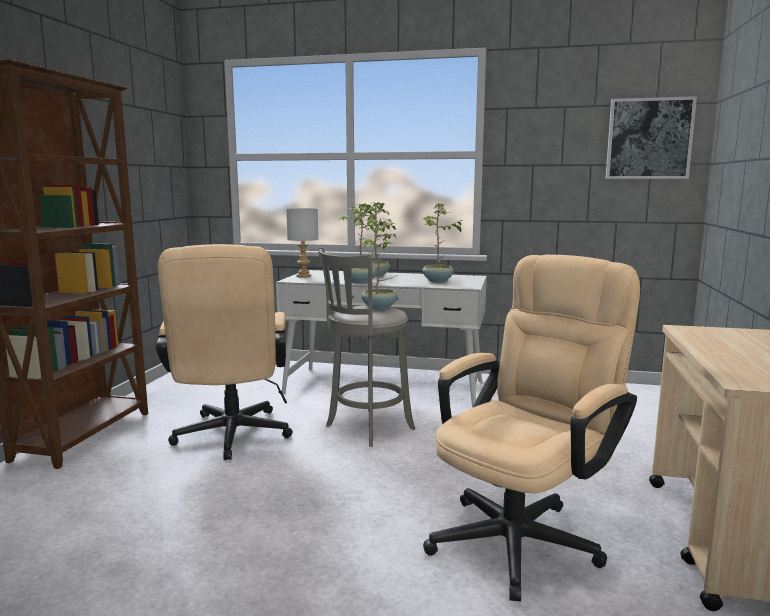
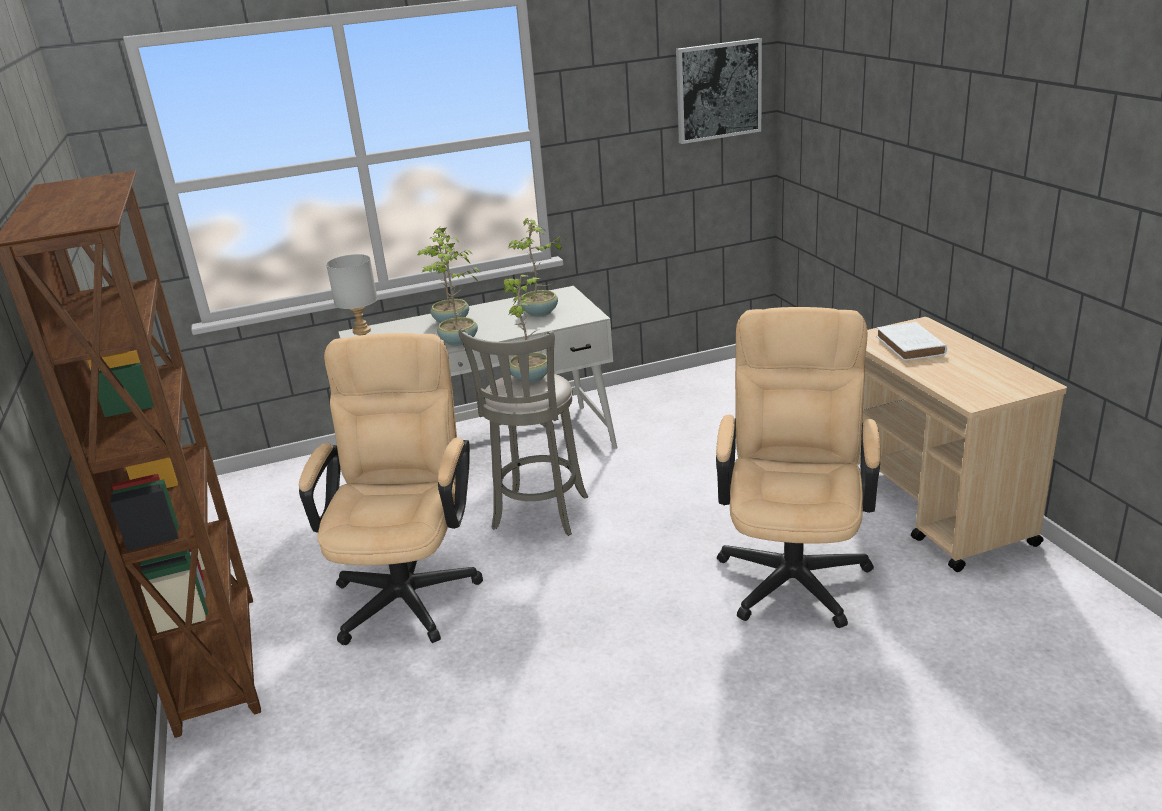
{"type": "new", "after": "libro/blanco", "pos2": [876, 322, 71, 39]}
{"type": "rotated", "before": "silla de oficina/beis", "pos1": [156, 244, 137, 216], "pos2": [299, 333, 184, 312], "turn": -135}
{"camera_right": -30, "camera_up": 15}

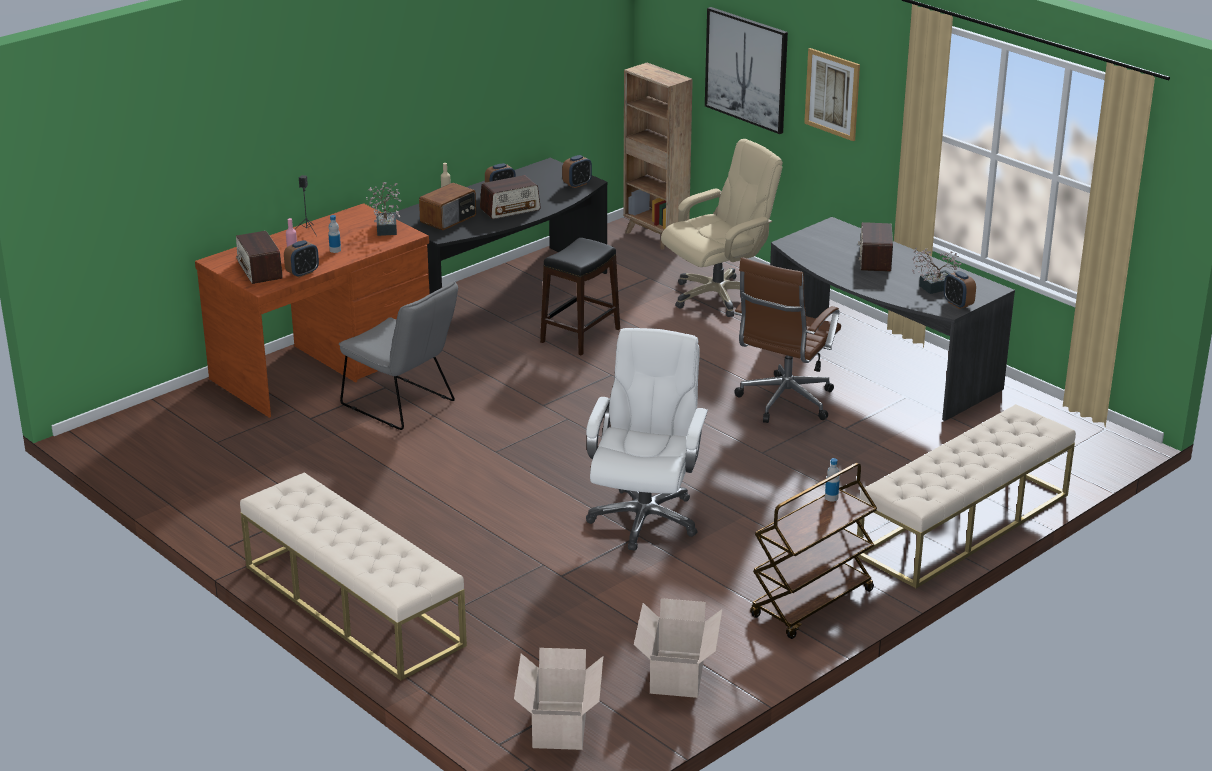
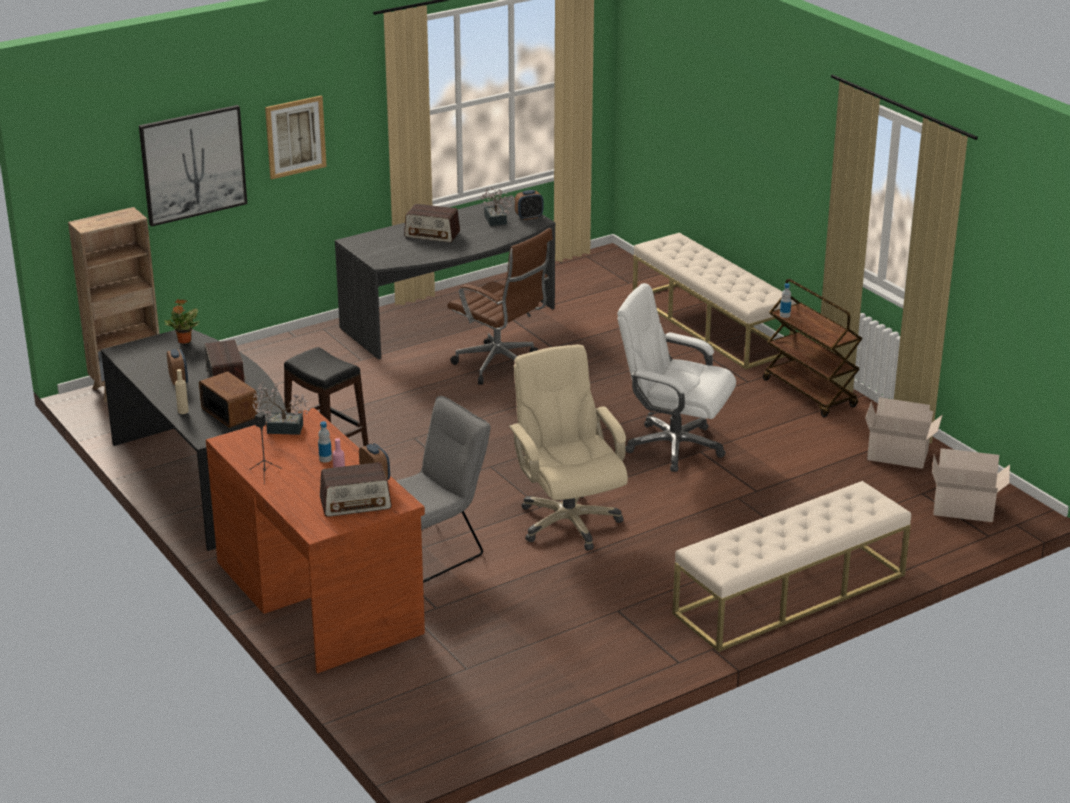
{"type": "shifted", "before": "silla de oficina/beis", "pos1": [661, 139, 122, 178], "pos2": [509, 344, 119, 206]}
{"type": "swapped", "before": "despertador", "after": "planta en maceta", "pos1": [562, 155, 30, 33], "pos2": [164, 299, 35, 45]}
{"camera_right": -80, "camera_up": 0}

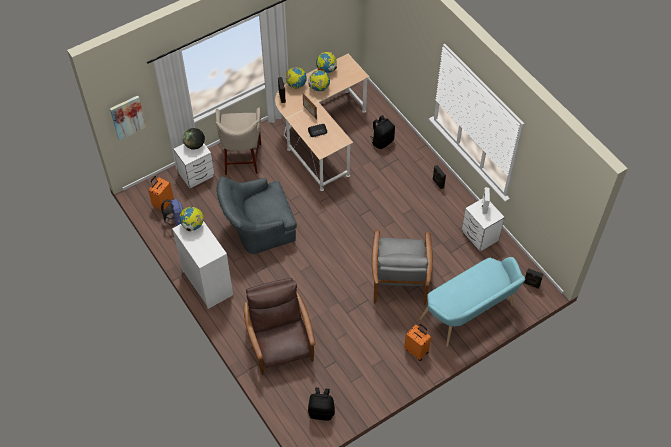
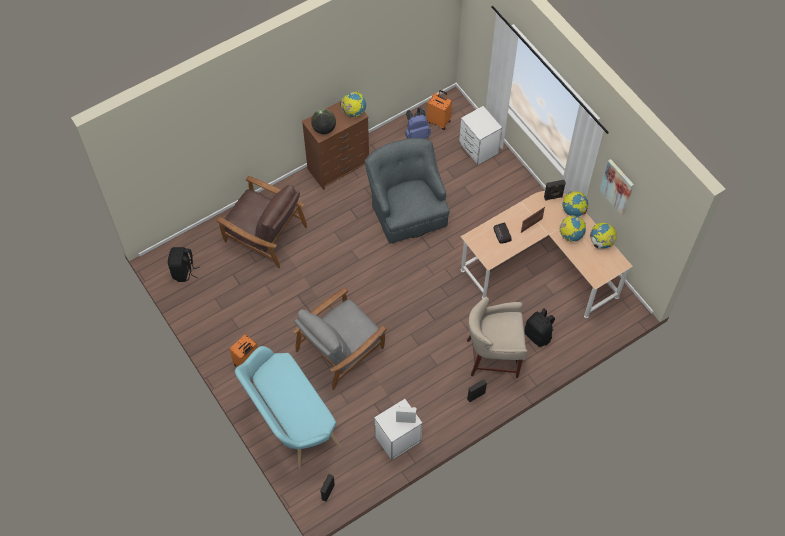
{"type": "shifted", "before": "cuadro", "pos1": [110, 96, 36, 44], "pos2": [600, 159, 34, 56]}
{"type": "shifted", "before": "globo terráqueo", "pos1": [183, 128, 22, 22], "pos2": [311, 109, 25, 25]}
{"type": "shifted", "before": "taburete/beis", "pos1": [216, 107, 45, 68], "pos2": [467, 297, 61, 81]}
{"type": "repainted", "before": "cómoda/blanco", "after": "cómoda/marrón", "pos1": [172, 221, 61, 88], "pos2": [302, 100, 67, 90]}
{"type": "rotated", "before": "sillón/marrón", "pos1": [244, 278, 72, 97], "pos2": [216, 176, 91, 92], "turn": 45}
{"type": "rotated", "before": "sillón/gris", "pos1": [372, 230, 61, 75], "pos2": [293, 288, 94, 102], "turn": -45}
{"camera_right": 90, "camera_up": 5}

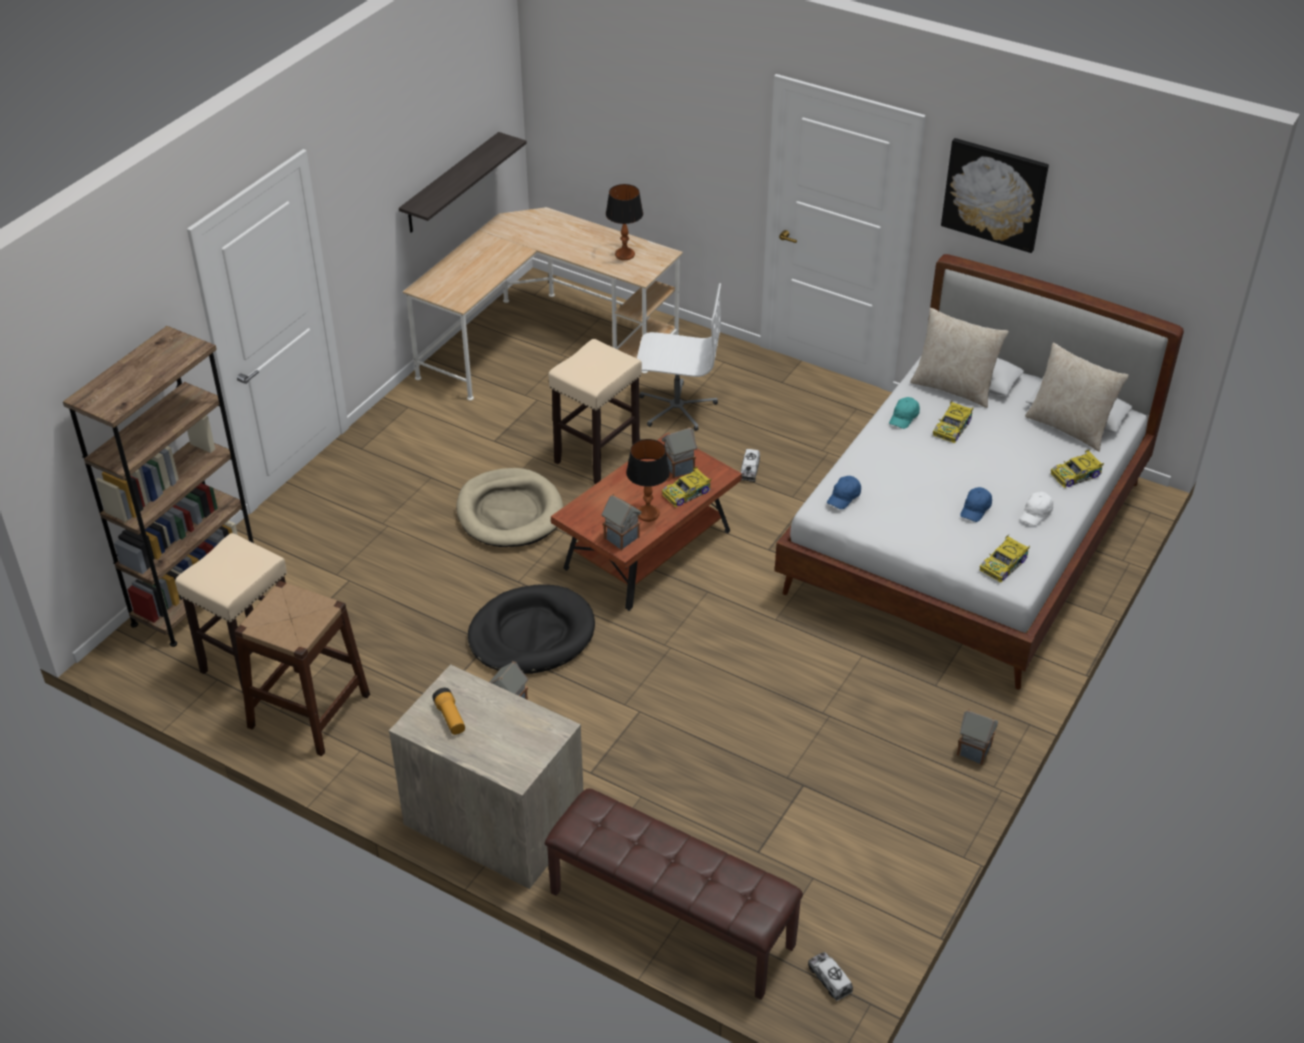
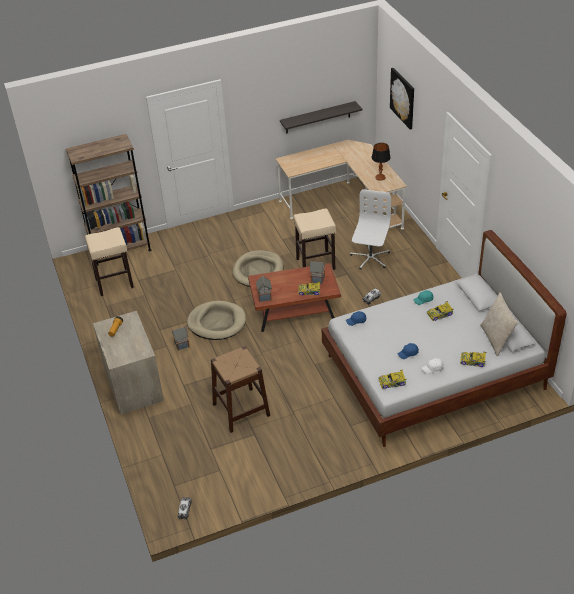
{"type": "gone", "before": "banco/marrón", "pos1": [544, 788, 259, 212]}
{"type": "gone", "before": "lámpara de mesa", "pos1": [626, 439, 44, 83]}
{"type": "gone", "before": "cojín/beis", "pos1": [910, 308, 99, 100]}
{"type": "gone", "before": "casita", "pos1": [957, 709, 42, 56]}
{"type": "shifted", "before": "taburete/marrón", "pos1": [235, 581, 135, 175], "pos2": [211, 346, 59, 87]}
{"type": "shifted", "before": "cuadro", "pos1": [941, 138, 108, 115], "pos2": [390, 68, 24, 61]}
{"type": "repainted", "before": "cama para perro/negro", "after": "cama para perro/beis", "pos1": [468, 584, 127, 90], "pos2": [187, 301, 59, 39]}
{"type": "rotated", "before": "silla de oficina/blanco", "pos1": [637, 283, 84, 148], "pos2": [350, 189, 41, 81], "turn": -120}
{"camera_right": 40, "camera_up": 0}

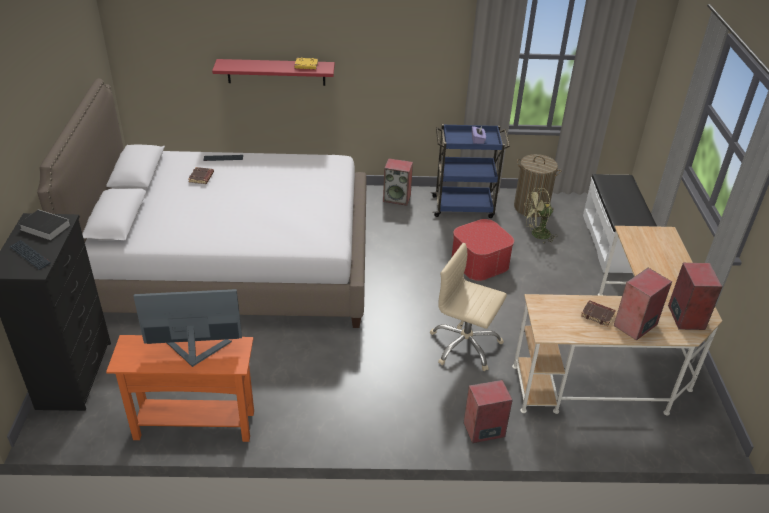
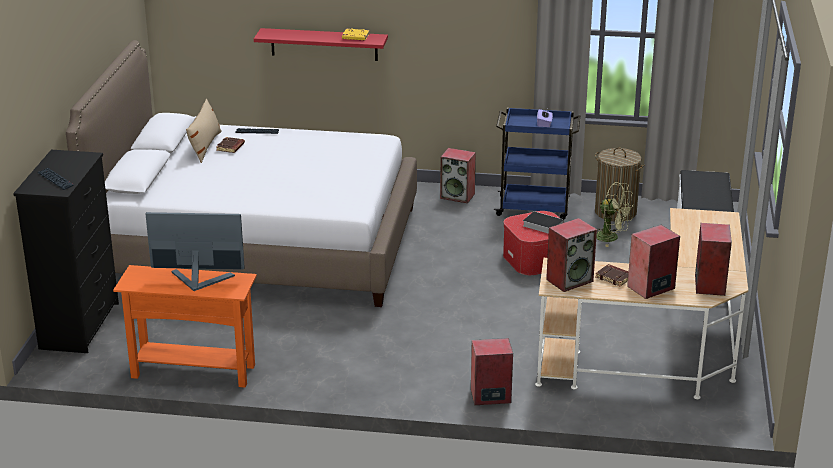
{"type": "gone", "before": "silla de oficina/beis", "pos1": [430, 242, 77, 129]}
{"type": "new", "after": "cojín/beis", "pos2": [186, 99, 36, 64]}
{"type": "new", "after": "altavoz", "pos2": [546, 218, 51, 74]}
{"type": "shifted", "before": "libro", "pos1": [19, 209, 51, 31], "pos2": [523, 211, 41, 23]}
{"type": "rotated", "before": "ventilador/verde", "pos1": [523, 188, 33, 56], "pos2": [596, 182, 37, 65], "turn": -150}
{"camera_right": 10, "camera_up": -10}

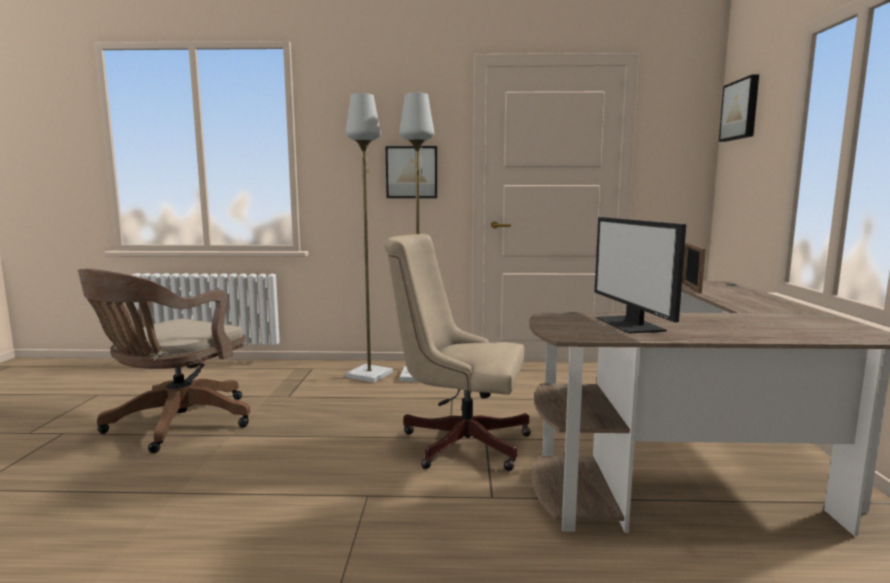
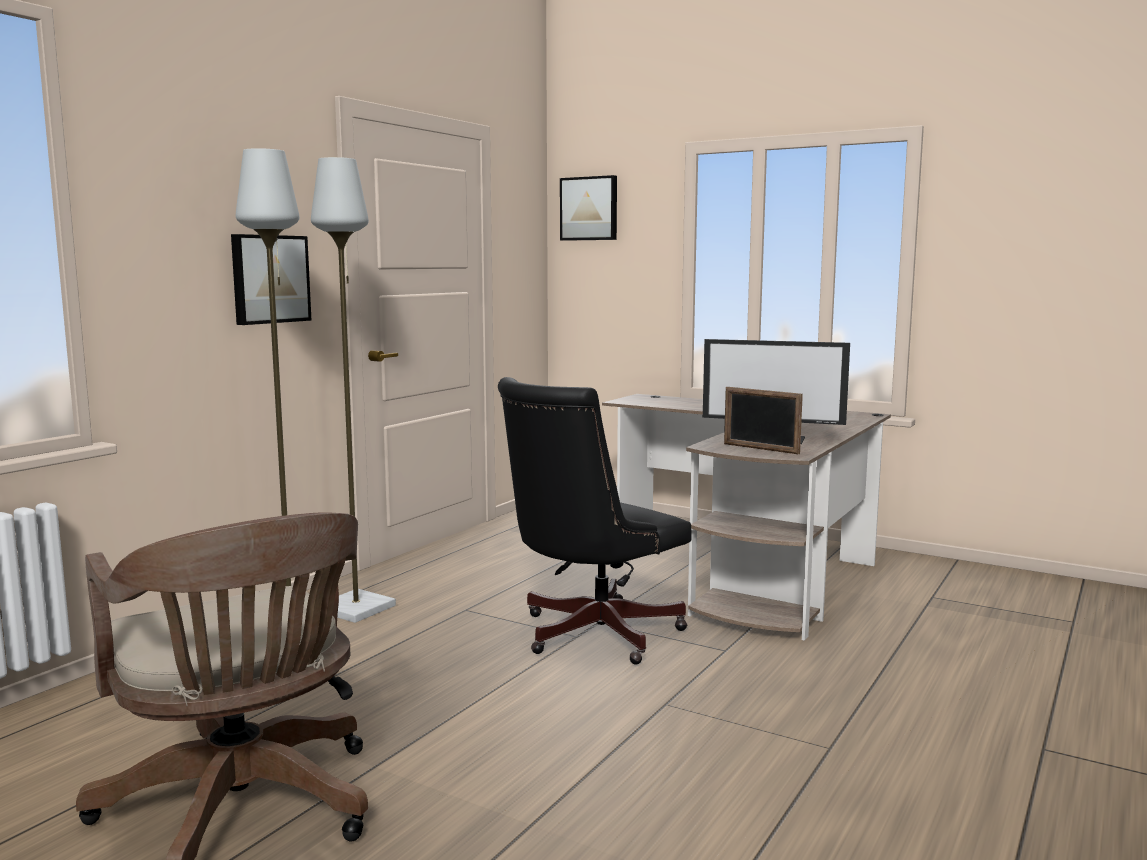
{"type": "shifted", "before": "portarretratos", "pos1": [682, 243, 24, 51], "pos2": [724, 387, 79, 67]}
{"type": "repainted", "before": "silla de oficina/beis", "after": "silla de oficina/negro", "pos1": [384, 234, 147, 237], "pos2": [498, 377, 194, 288]}
{"camera_right": -60, "camera_up": 0}

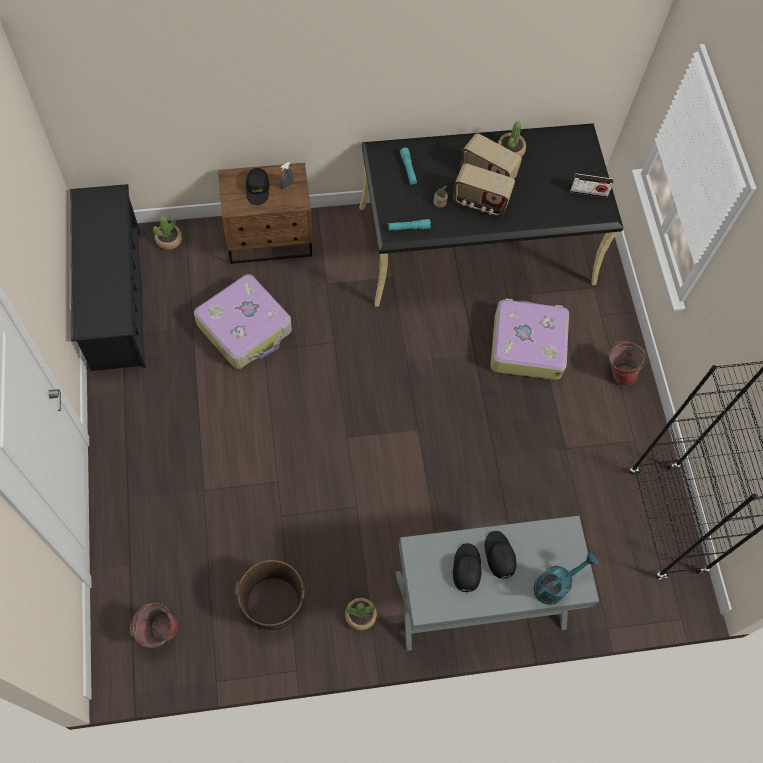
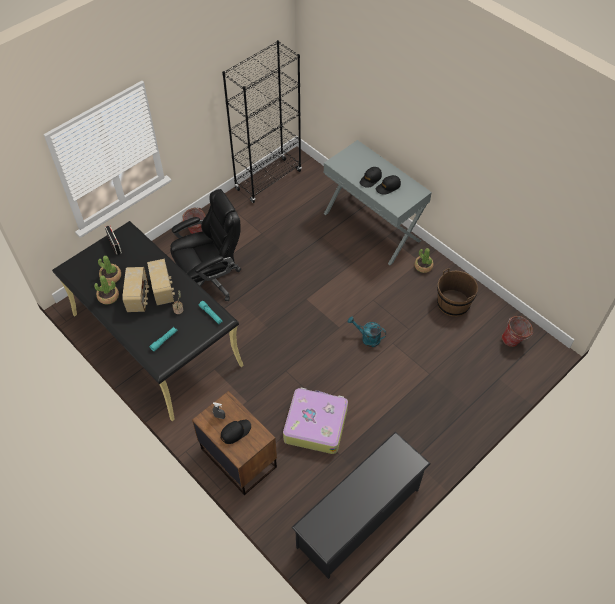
{"type": "shifted", "before": "planta en maceta", "pos1": [153, 216, 29, 34], "pos2": [98, 256, 23, 28]}
{"type": "shifted", "before": "regadera/turquesa", "pos1": [533, 553, 65, 52], "pos2": [348, 316, 38, 31]}
{"type": "swapped", "before": "maleta", "after": "silla de oficina/negro", "pos1": [490, 298, 79, 82], "pos2": [170, 189, 71, 112]}
{"camera_right": -120, "camera_up": -10}

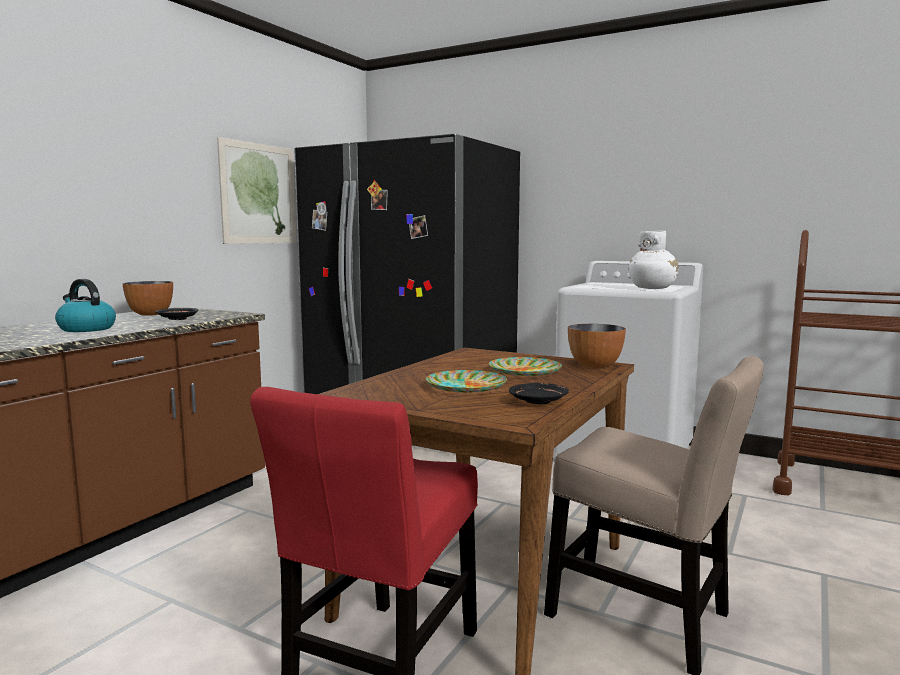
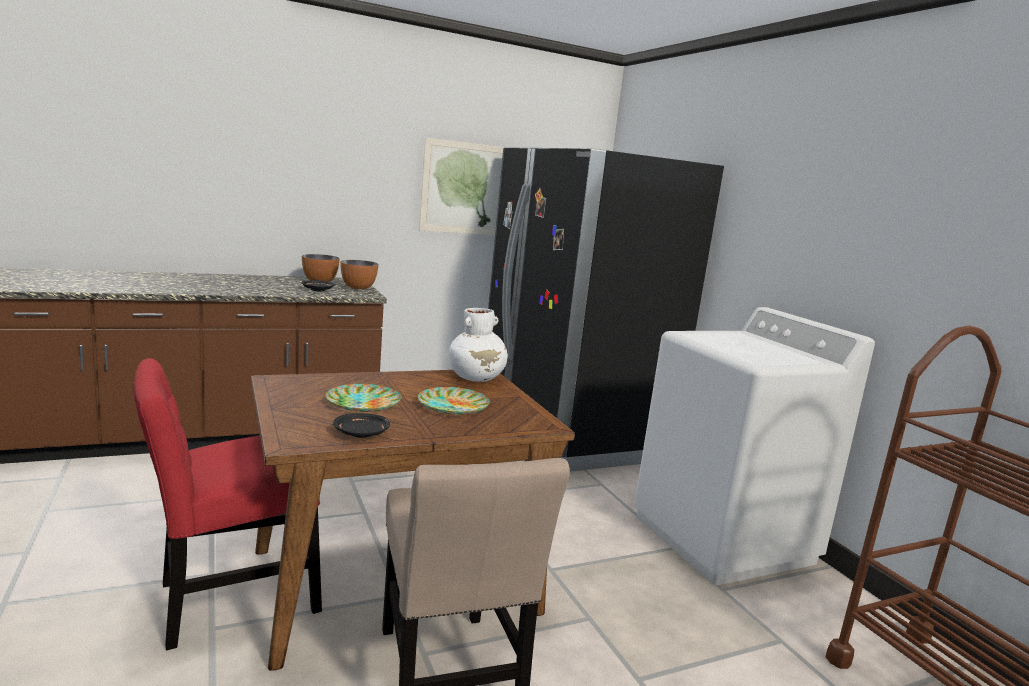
{"type": "gone", "before": "hervidor", "pos1": [55, 279, 61, 53]}
{"type": "shifted", "before": "cuenco", "pos1": [568, 324, 58, 44], "pos2": [340, 260, 38, 30]}
{"type": "shifted", "before": "florero/blanco", "pos1": [629, 231, 50, 58], "pos2": [449, 308, 59, 74]}
{"camera_right": 35, "camera_up": 5}

